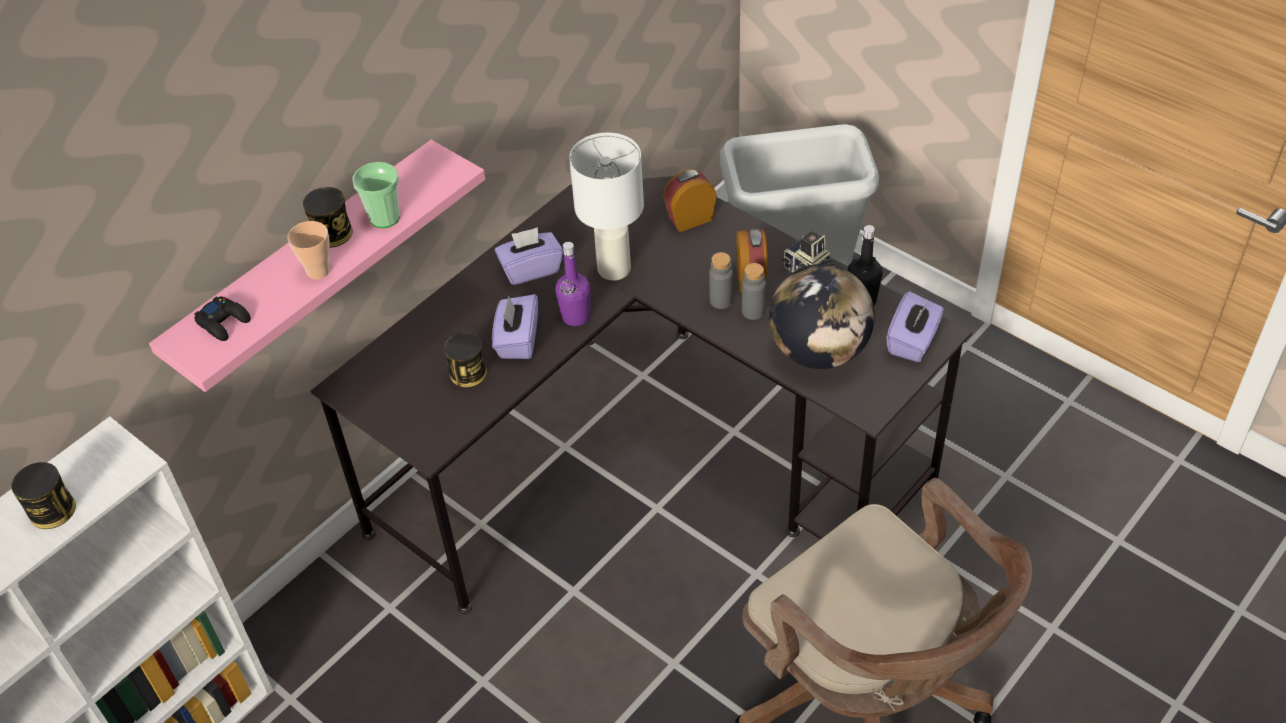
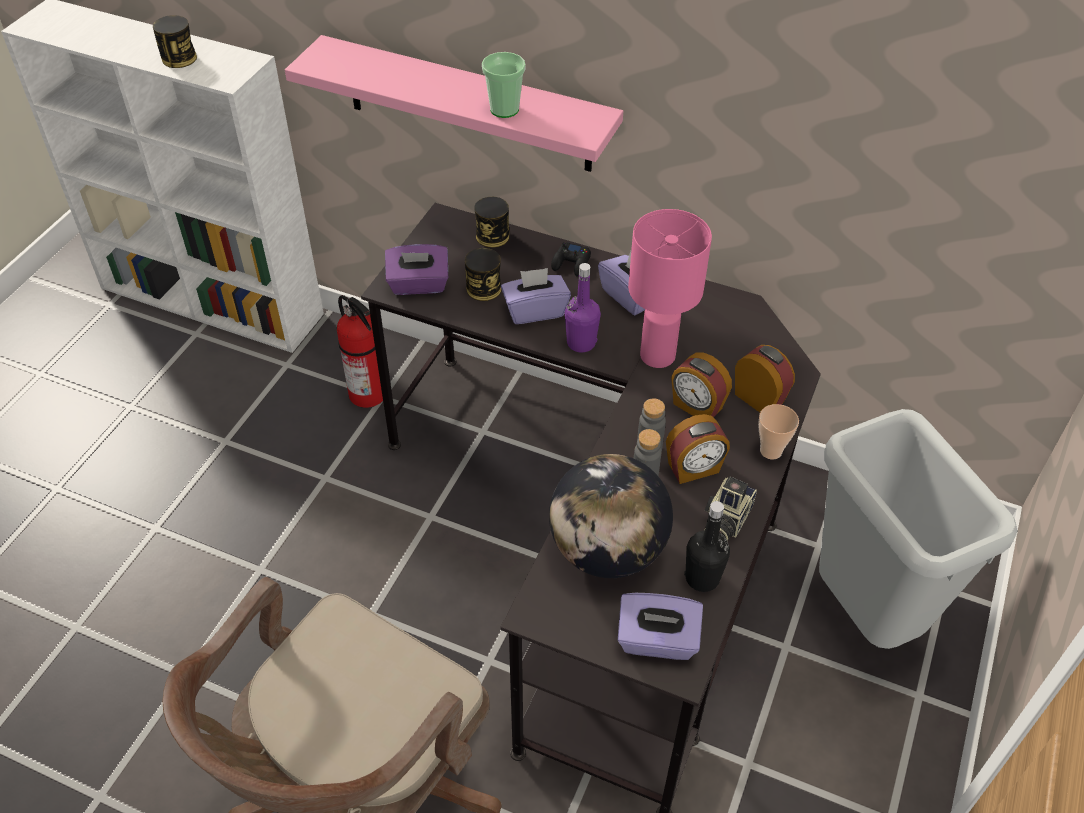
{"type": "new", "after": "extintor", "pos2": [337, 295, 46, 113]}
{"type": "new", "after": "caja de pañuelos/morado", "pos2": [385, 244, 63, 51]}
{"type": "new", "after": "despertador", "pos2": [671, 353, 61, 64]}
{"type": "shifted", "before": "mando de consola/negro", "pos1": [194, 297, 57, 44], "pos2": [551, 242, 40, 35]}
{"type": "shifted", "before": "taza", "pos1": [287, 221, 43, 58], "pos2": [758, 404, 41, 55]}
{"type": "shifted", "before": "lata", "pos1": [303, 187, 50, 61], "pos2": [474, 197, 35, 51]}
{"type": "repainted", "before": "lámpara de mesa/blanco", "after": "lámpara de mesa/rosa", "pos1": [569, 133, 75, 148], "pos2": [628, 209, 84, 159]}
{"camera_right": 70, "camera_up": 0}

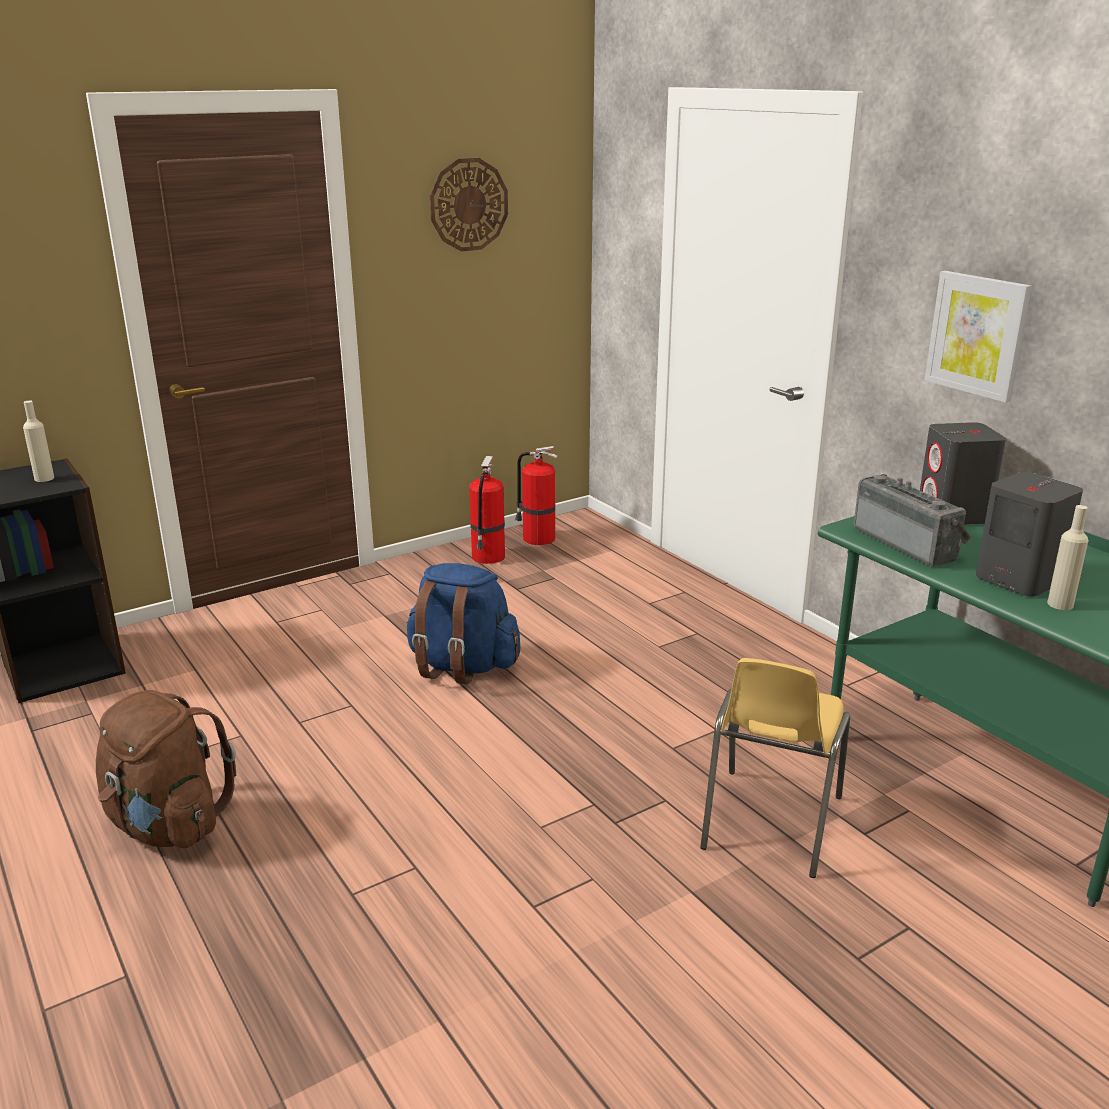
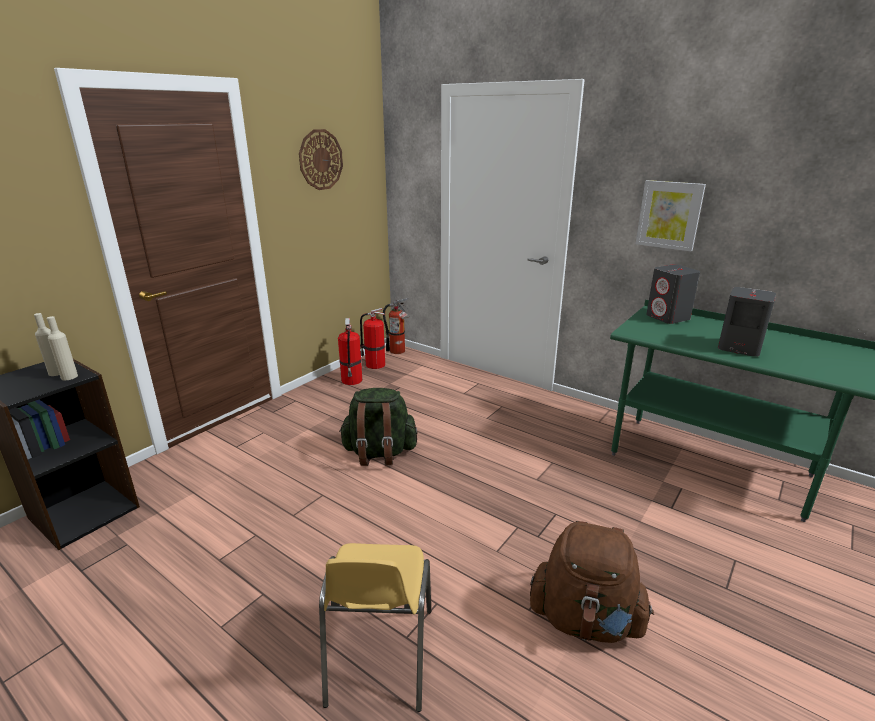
{"type": "gone", "before": "radio", "pos1": [854, 474, 117, 93]}
{"type": "new", "after": "extintor", "pos2": [383, 298, 26, 56]}
{"type": "shifted", "before": "mochila/marrón", "pos1": [96, 690, 140, 158], "pos2": [530, 521, 124, 122]}
{"type": "shifted", "before": "silla/amarillo", "pos1": [700, 658, 150, 220], "pos2": [319, 543, 112, 169]}
{"type": "shifted", "before": "botella/beis", "pos1": [1047, 505, 42, 105], "pos2": [47, 316, 31, 64]}
{"type": "repainted", "before": "mochila/azul", "after": "mochila/verde", "pos1": [407, 563, 113, 122], "pos2": [339, 388, 78, 78]}
{"camera_right": -20, "camera_up": 0}

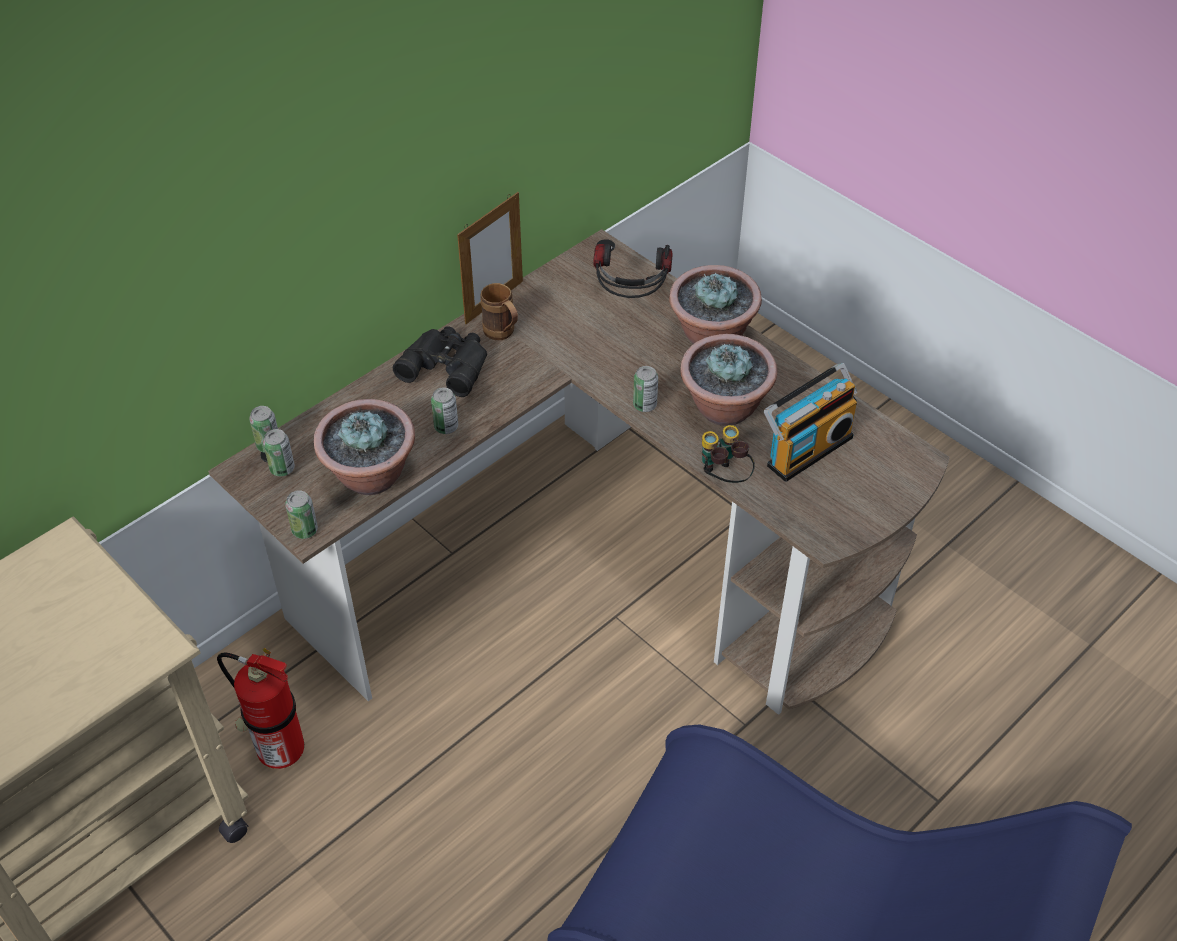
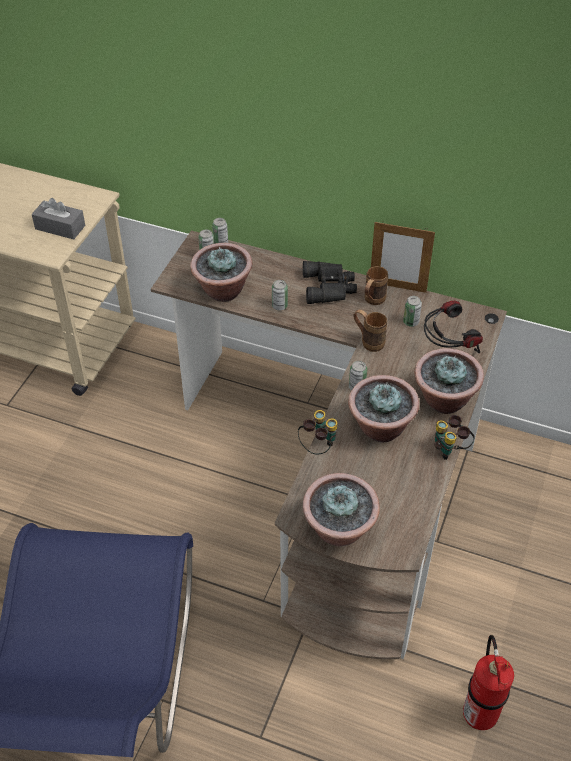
{"type": "gone", "before": "radio", "pos1": [764, 363, 93, 119]}
{"type": "new", "after": "caja de pañuelos/gris", "pos2": [32, 198, 53, 42]}
{"type": "new", "after": "planta en maceta", "pos2": [303, 473, 77, 73]}
{"type": "new", "after": "taza grande/marrón", "pos2": [354, 310, 33, 42]}
{"type": "new", "after": "prismáticos", "pos2": [435, 415, 40, 45]}
{"type": "shifted", "before": "extintor", "pos1": [217, 648, 87, 121], "pos2": [463, 635, 51, 95]}
{"type": "shifted", "before": "lata", "pos1": [285, 490, 33, 49], "pos2": [403, 296, 19, 31]}
{"camera_right": 65, "camera_up": 0}

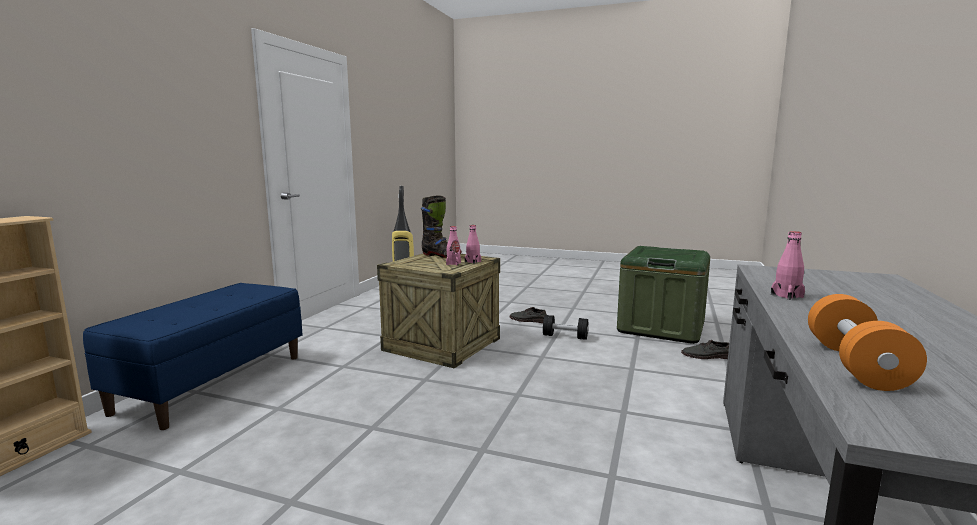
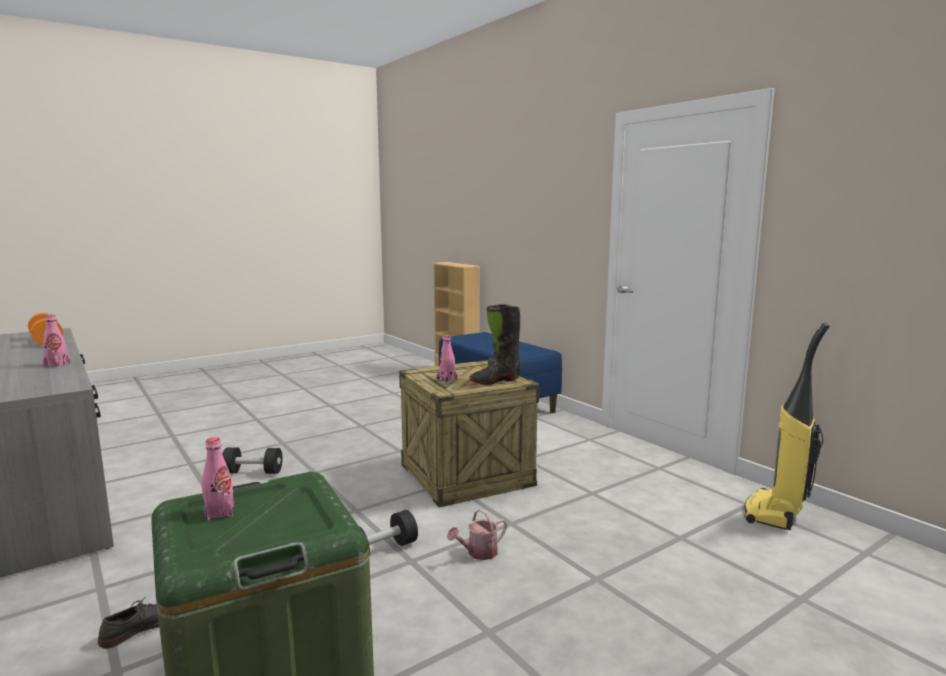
{"type": "new", "after": "mancuerna/negro", "pos2": [222, 447, 60, 27]}
{"type": "shifted", "before": "botella/rosa", "pos1": [465, 225, 16, 39], "pos2": [202, 437, 32, 84]}
{"type": "swapped", "before": "zapato/gris", "after": "regadera", "pos1": [510, 307, 37, 16], "pos2": [447, 509, 60, 51]}
{"camera_right": 125, "camera_up": 0}

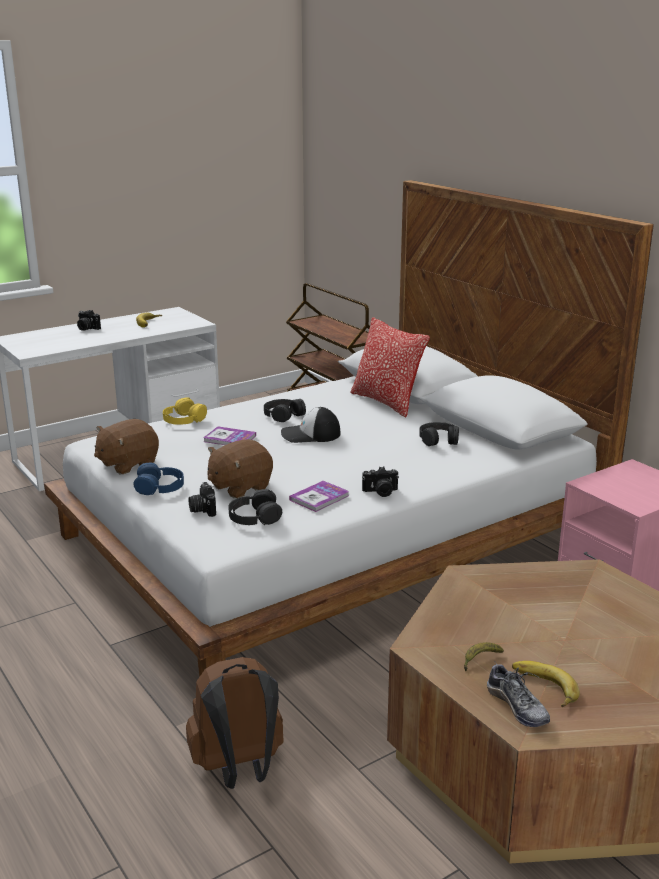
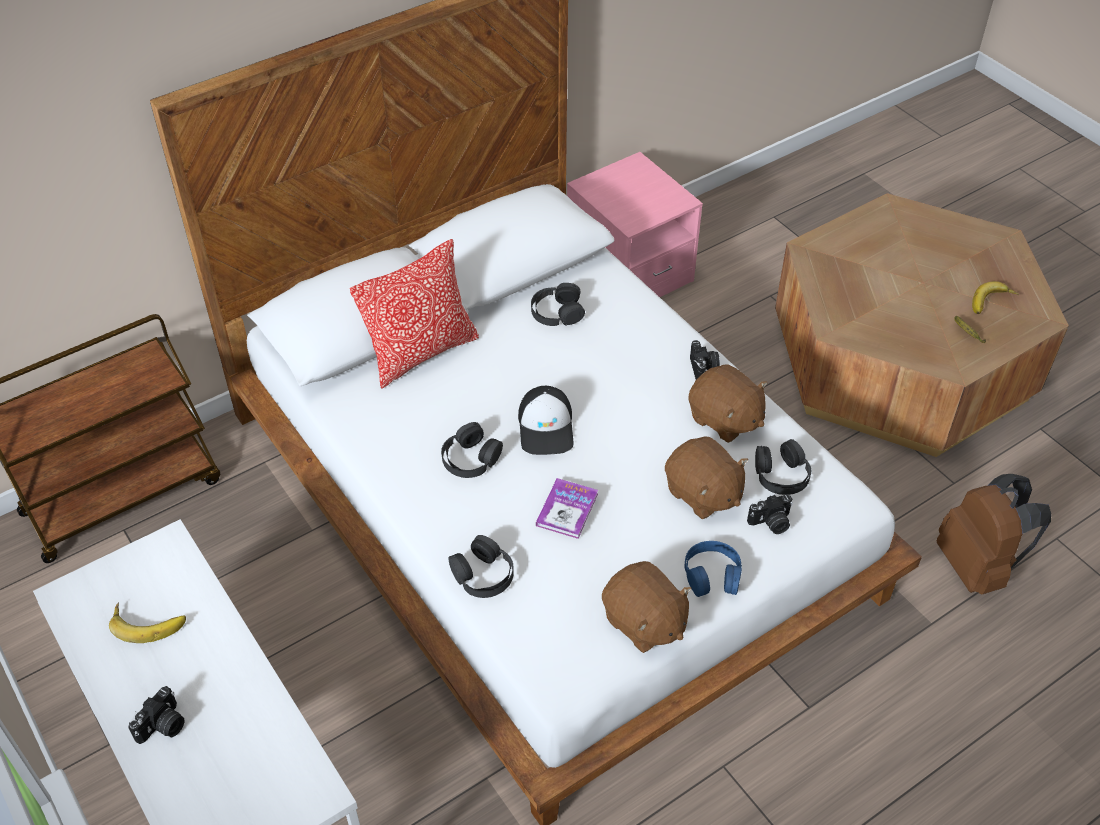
{"type": "gone", "before": "zapato", "pos1": [487, 661, 63, 66]}
{"type": "swapped", "before": "libro", "after": "peluche/marrón", "pos1": [289, 481, 60, 31], "pos2": [688, 364, 79, 79]}
{"type": "repainted", "before": "auriculares/amarillo", "after": "auriculares/negro", "pos1": [163, 398, 44, 27], "pos2": [448, 535, 66, 63]}
{"camera_right": -90, "camera_up": 25}

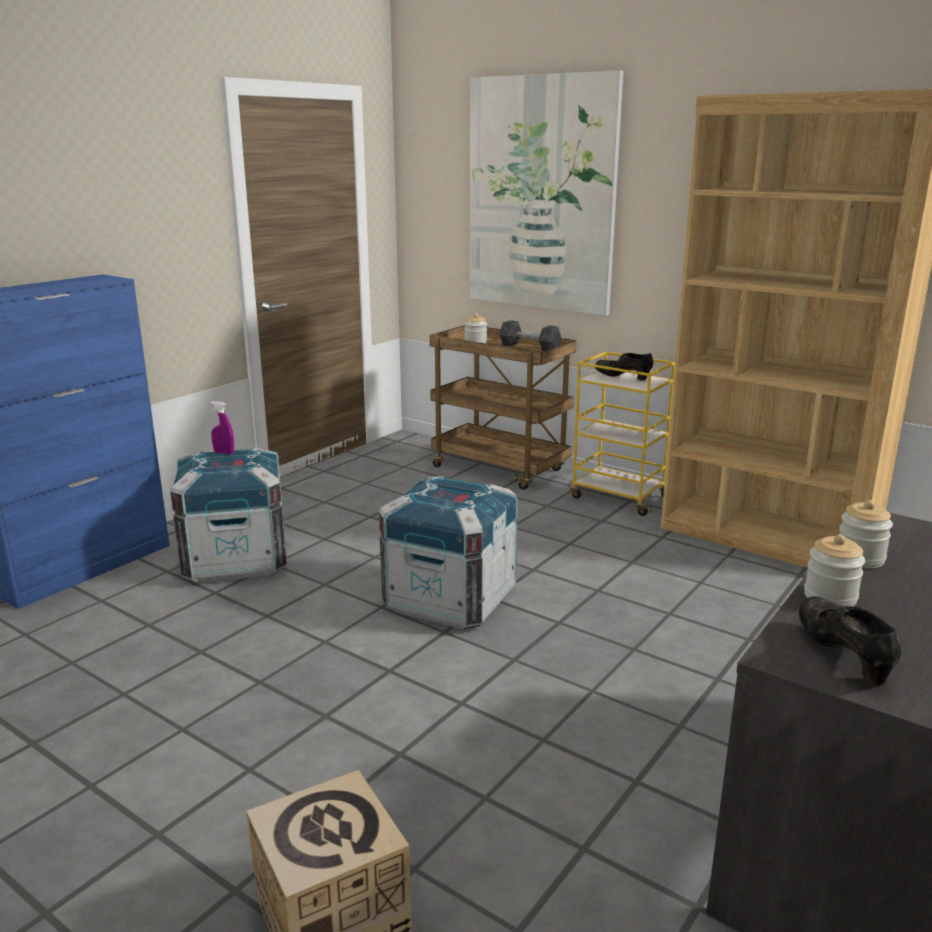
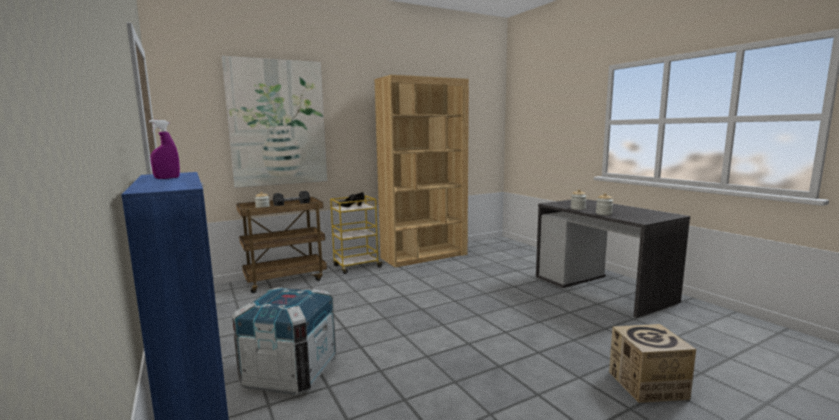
{"type": "gone", "before": "caja de embalaje", "pos1": [379, 476, 139, 154]}
{"type": "gone", "before": "zapato/negro", "pos1": [799, 597, 103, 89]}
{"type": "shifted", "before": "pulverizador/morado", "pos1": [210, 401, 24, 53], "pos2": [149, 120, 31, 59]}
{"camera_right": -65, "camera_up": -10}

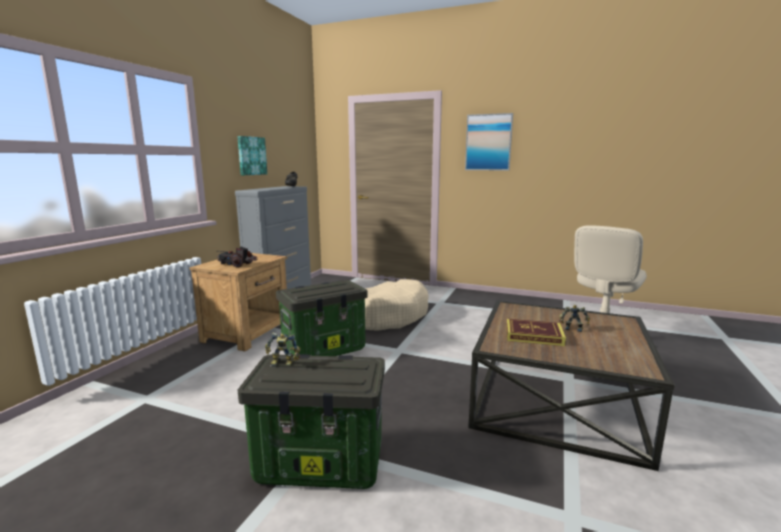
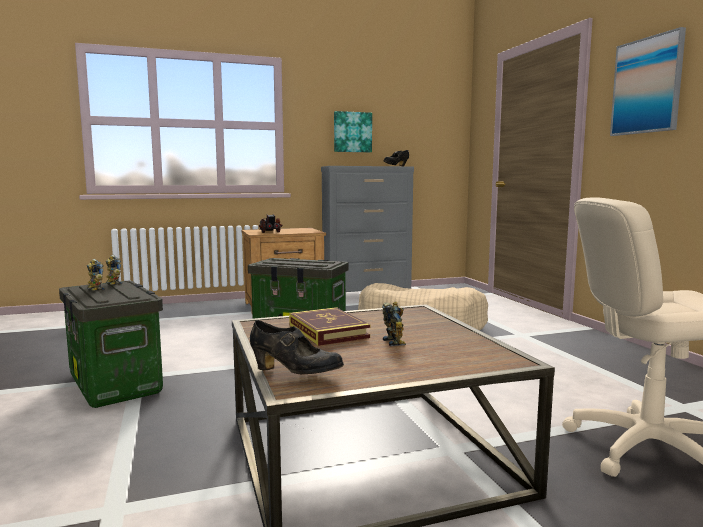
{"type": "new", "after": "robot de juguete", "pos2": [87, 259, 18, 32]}
{"type": "new", "after": "zapato/negro", "pos2": [250, 320, 94, 54]}
{"camera_right": 50, "camera_up": -5}

